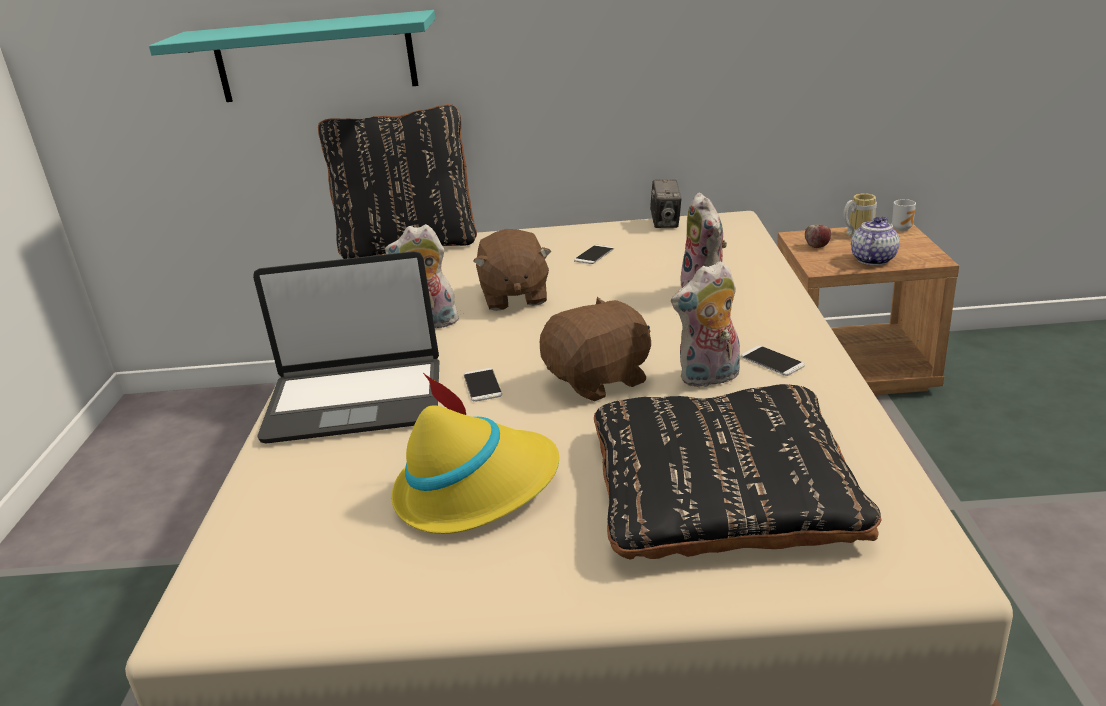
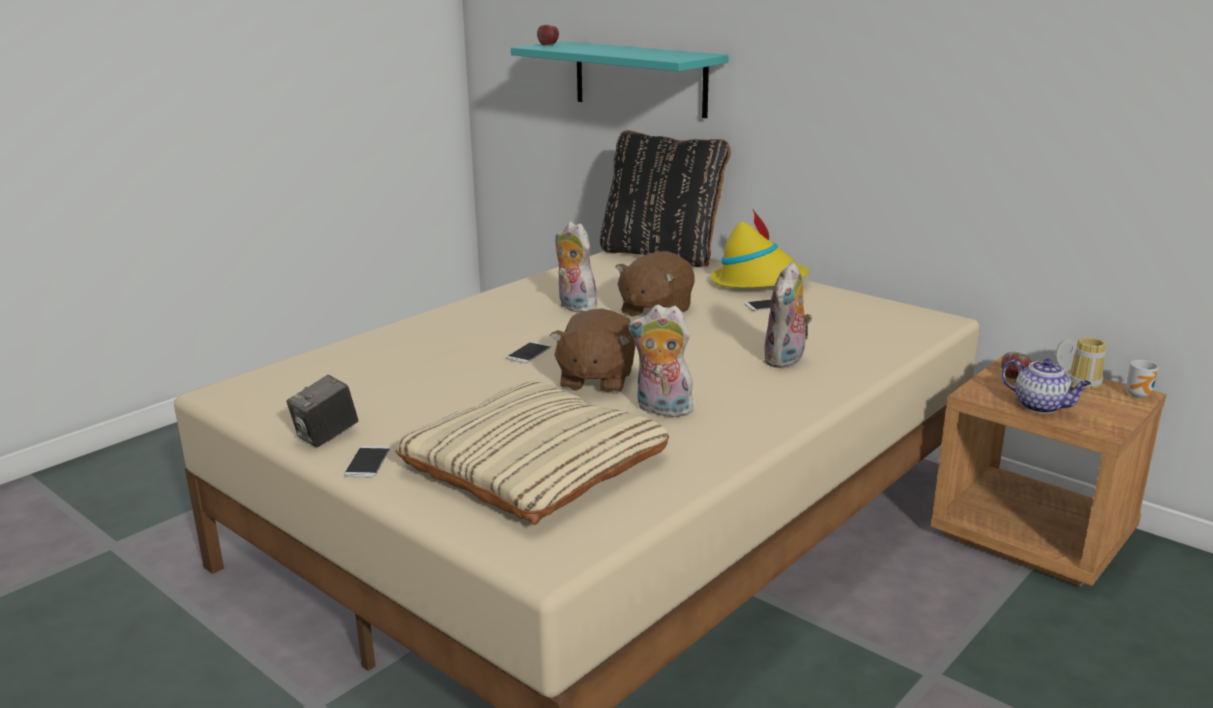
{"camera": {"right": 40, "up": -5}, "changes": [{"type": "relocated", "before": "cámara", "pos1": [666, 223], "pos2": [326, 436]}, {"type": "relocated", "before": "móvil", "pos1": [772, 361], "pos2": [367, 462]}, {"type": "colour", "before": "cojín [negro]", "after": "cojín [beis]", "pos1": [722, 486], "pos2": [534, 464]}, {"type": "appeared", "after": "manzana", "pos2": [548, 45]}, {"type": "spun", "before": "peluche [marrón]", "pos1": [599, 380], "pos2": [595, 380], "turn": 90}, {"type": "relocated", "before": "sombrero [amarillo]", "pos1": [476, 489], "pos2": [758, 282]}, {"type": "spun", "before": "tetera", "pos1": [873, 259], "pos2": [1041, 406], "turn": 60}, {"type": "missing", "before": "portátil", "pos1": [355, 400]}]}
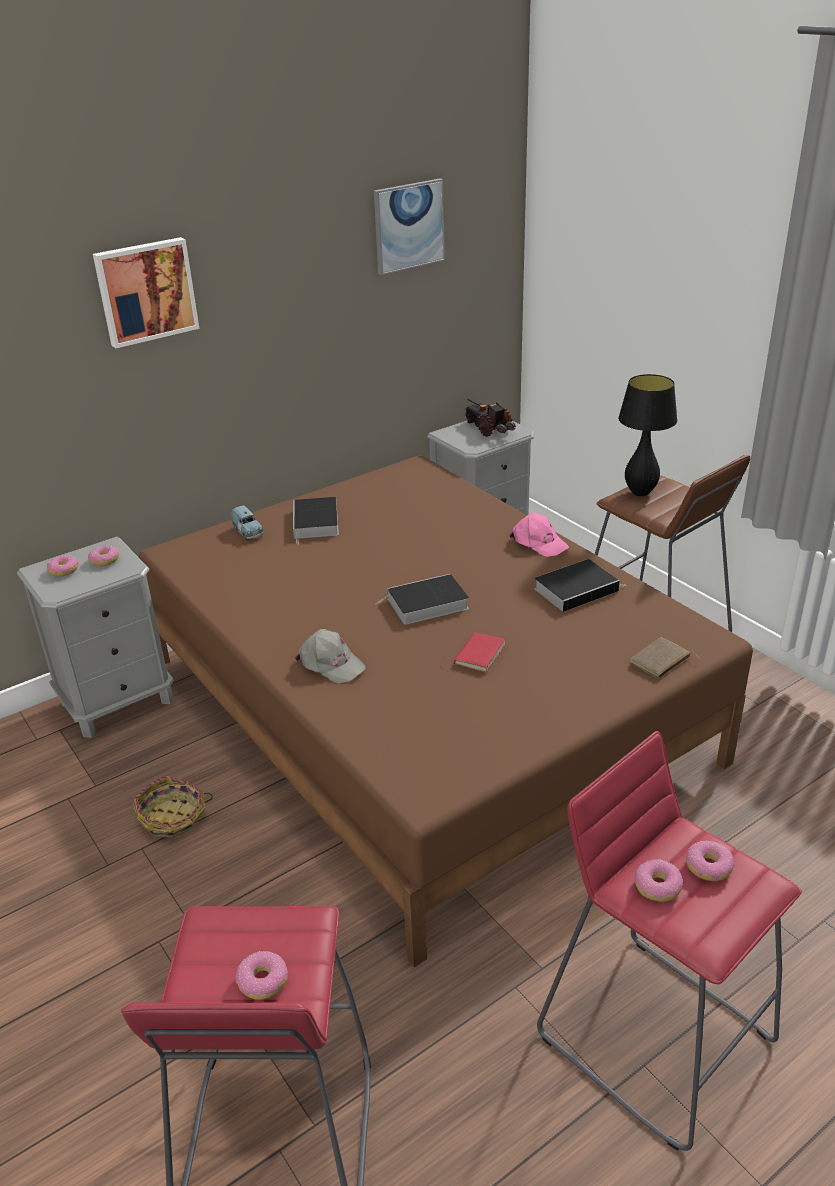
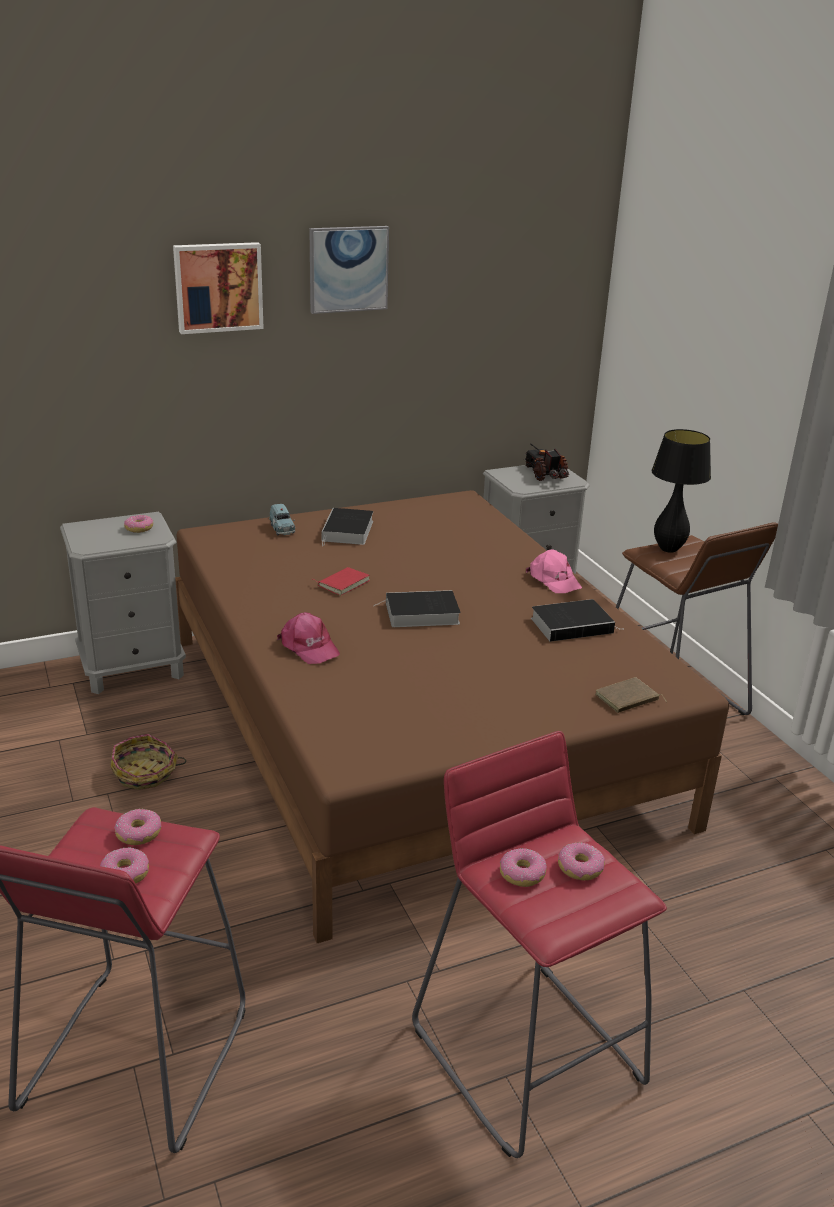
{"camera": {"right": 10, "up": -5}, "changes": [{"type": "relocated", "before": "rosquilla", "pos1": [63, 570], "pos2": [138, 834]}, {"type": "colour", "before": "gorra [gris]", "after": "gorra [rosa]", "pos1": [330, 663], "pos2": [308, 647]}, {"type": "relocated", "before": "cuadro", "pos1": [408, 226], "pos2": [348, 269]}, {"type": "relocated", "before": "libro [rojo]", "pos1": [478, 654], "pos2": [342, 583]}]}
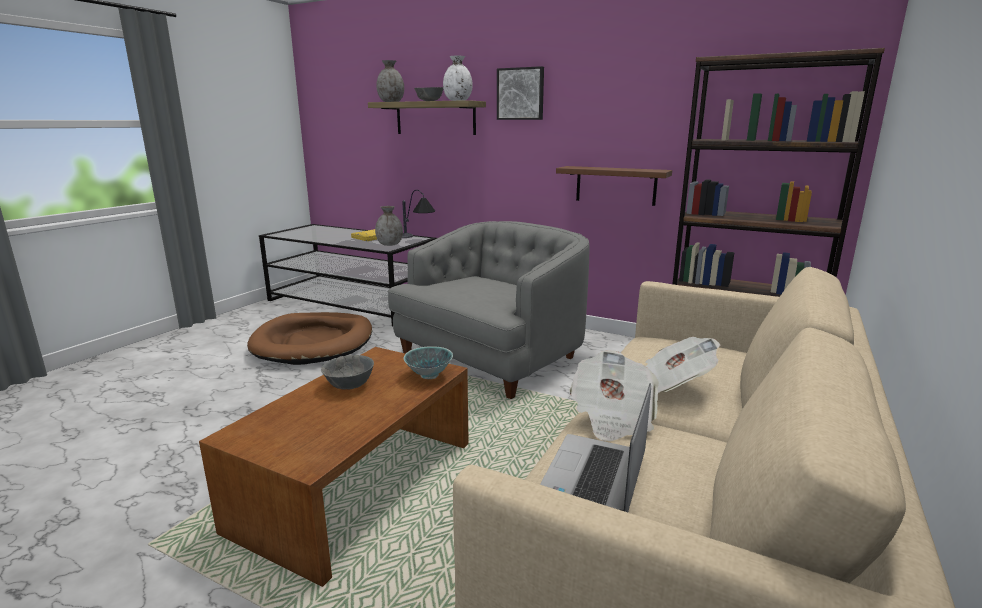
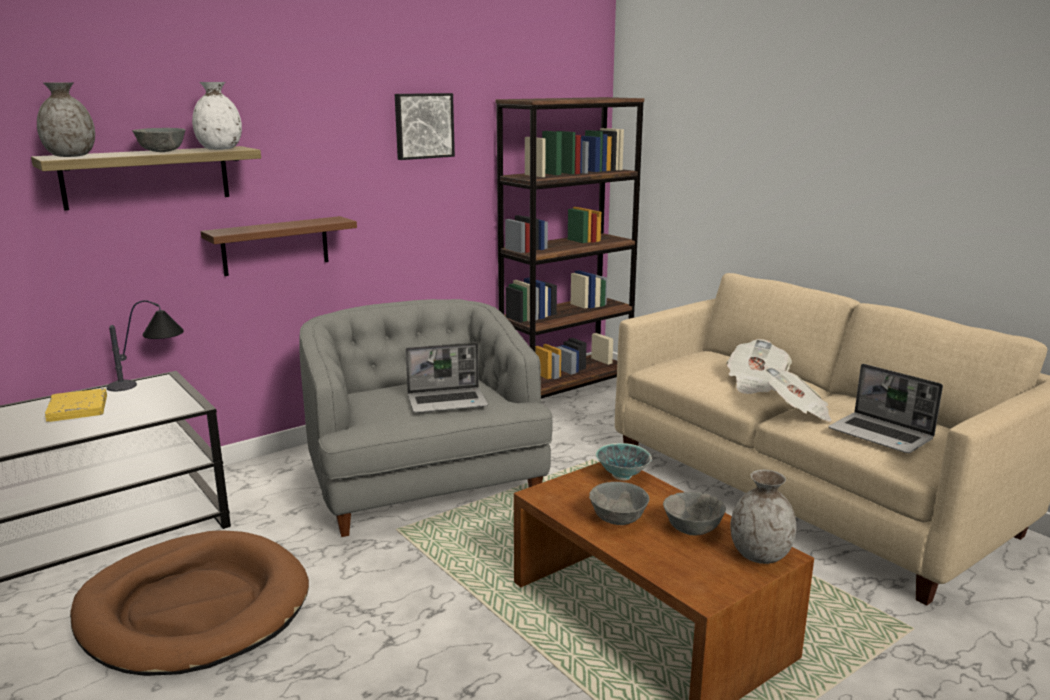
{"camera": {"right": -65, "up": 0}, "changes": [{"type": "relocated", "before": "estante [marrón]", "pos1": [615, 185], "pos2": [275, 246]}, {"type": "relocated", "before": "cuadro", "pos1": [521, 94], "pos2": [423, 126]}, {"type": "appeared", "after": "portátil", "pos2": [448, 401]}, {"type": "appeared", "after": "cuenco [gris]", "pos2": [692, 529]}, {"type": "relocated", "before": "florero [gris]", "pos1": [390, 244], "pos2": [760, 555]}]}
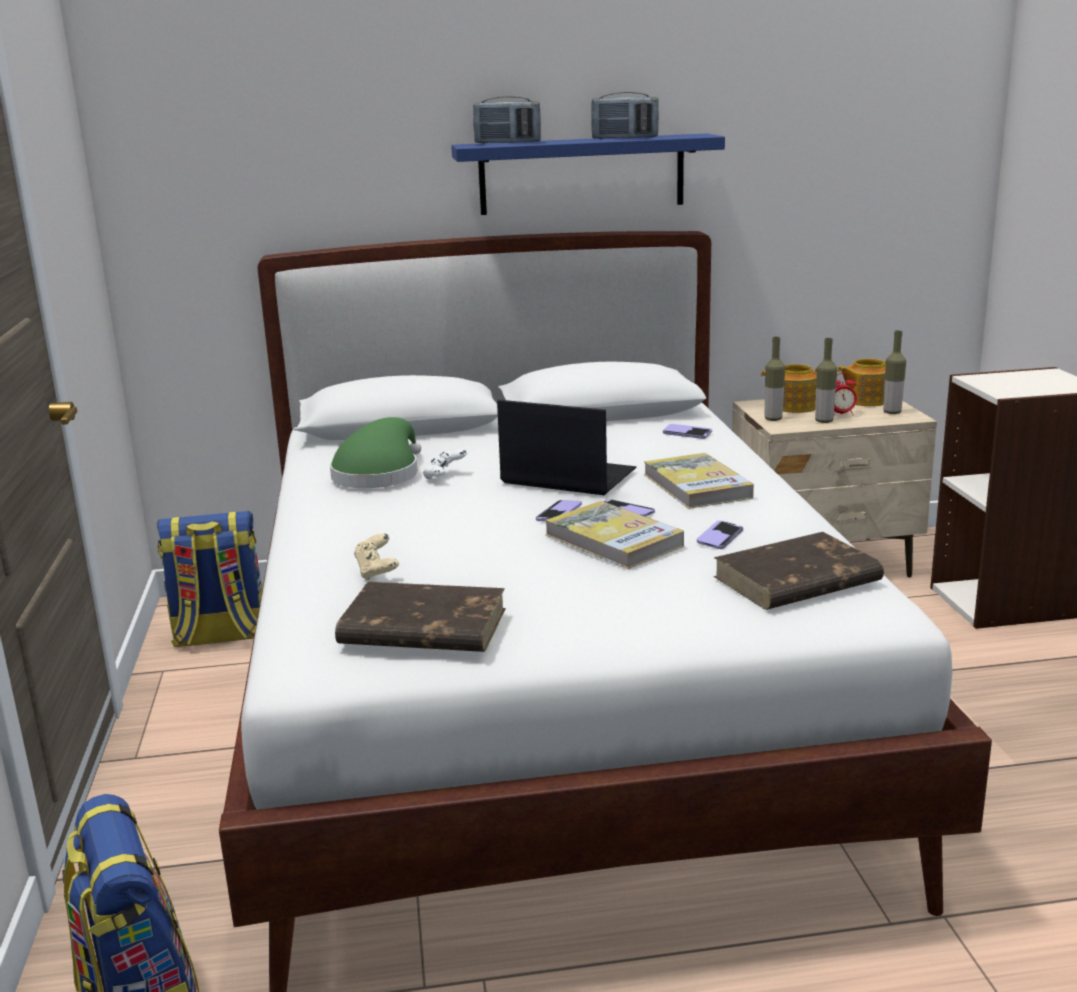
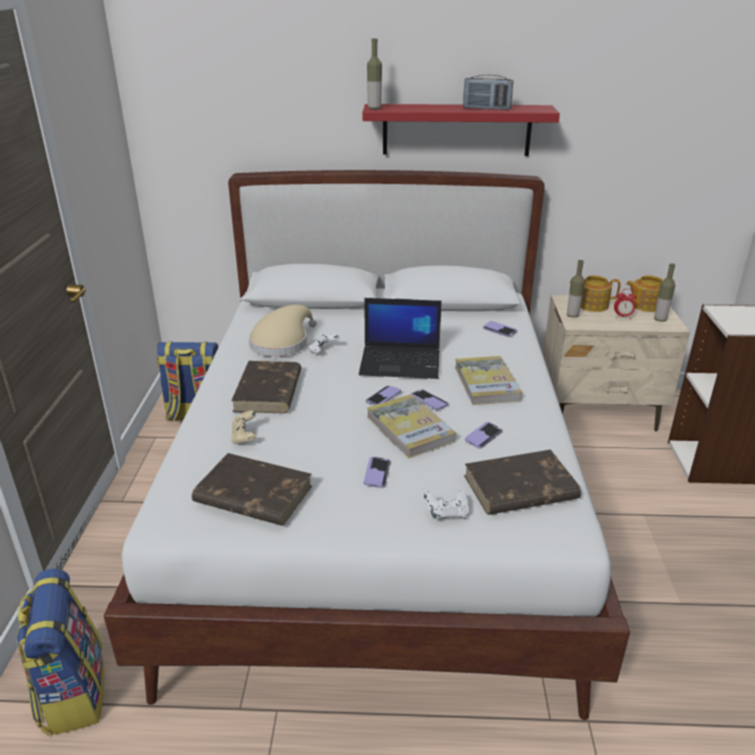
{"camera": {"right": 10, "up": 10}, "changes": [{"type": "appeared", "after": "libro [marrón]", "pos2": [268, 391]}, {"type": "colour", "before": "sombrero [verde]", "after": "sombrero [beis]", "pos1": [379, 474], "pos2": [282, 343]}, {"type": "spun", "before": "portátil", "pos1": [566, 477], "pos2": [401, 363], "turn": 150}, {"type": "colour", "before": "estante [azul]", "after": "estante [rojo]", "pos1": [582, 174], "pos2": [456, 130]}, {"type": "appeared", "after": "móvil", "pos2": [377, 473]}, {"type": "relocated", "before": "botella", "pos1": [824, 421], "pos2": [374, 109]}, {"type": "appeared", "after": "mando de consola [blanco]", "pos2": [447, 514]}, {"type": "missing", "before": "radio", "pos1": [507, 143]}]}
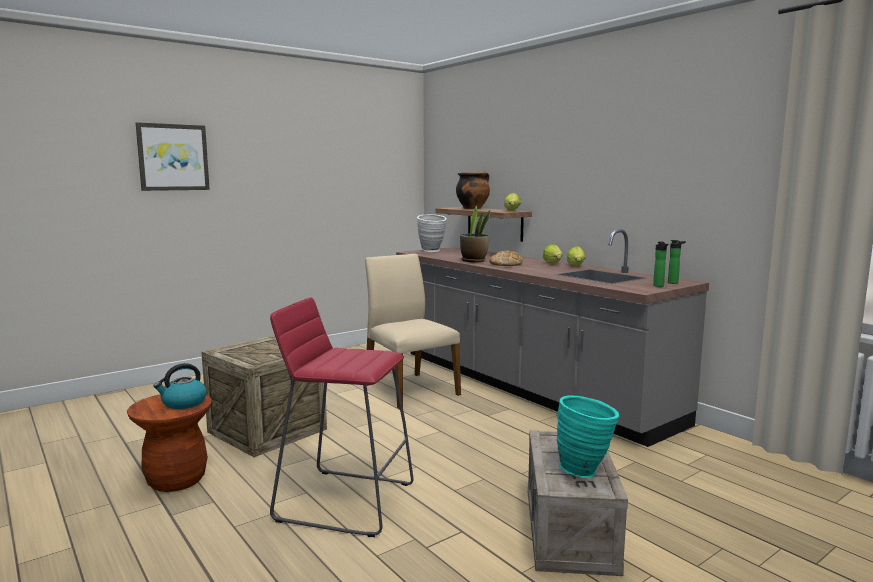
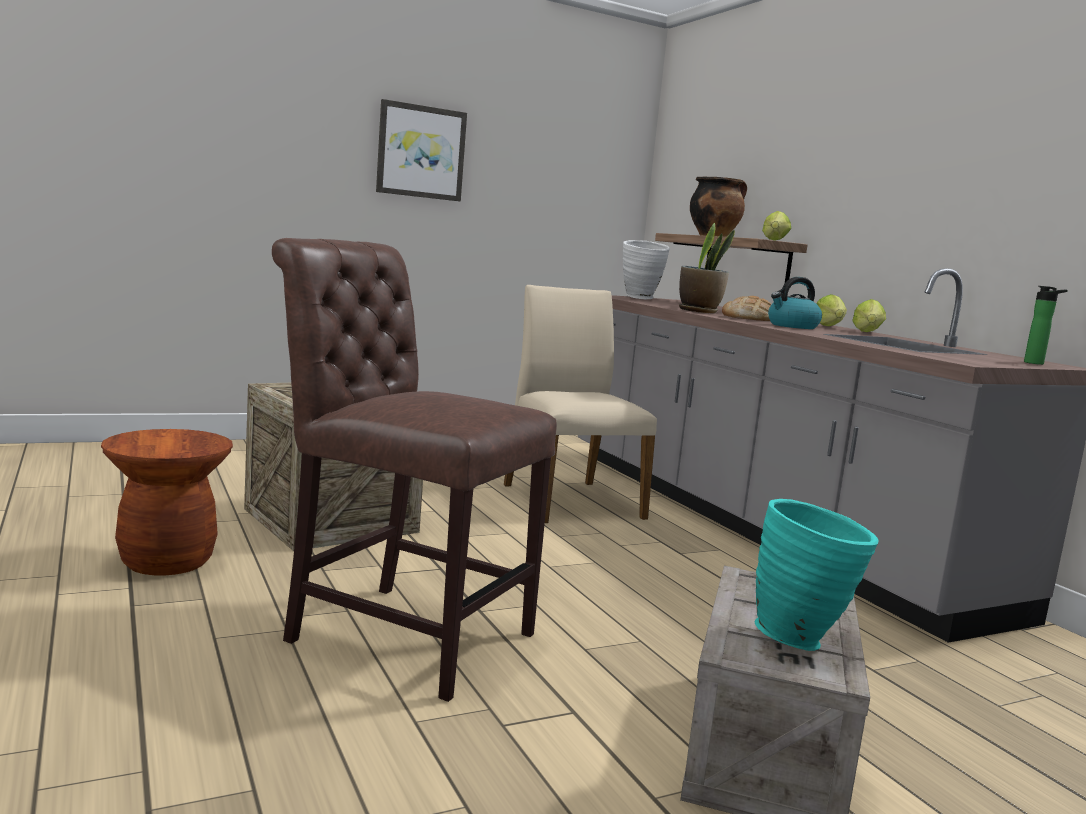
{"camera": {"right": 10, "up": 0}, "changes": [{"type": "exchanged", "before": "taburete [rojo]", "after": "silla [marrón]", "pos1": [345, 501], "pos2": [401, 633]}, {"type": "relocated", "before": "cuadro", "pos1": [173, 157], "pos2": [421, 152]}, {"type": "relocated", "before": "hervidor", "pos1": [183, 403], "pos2": [792, 326]}, {"type": "missing", "before": "botella", "pos1": [659, 286]}]}
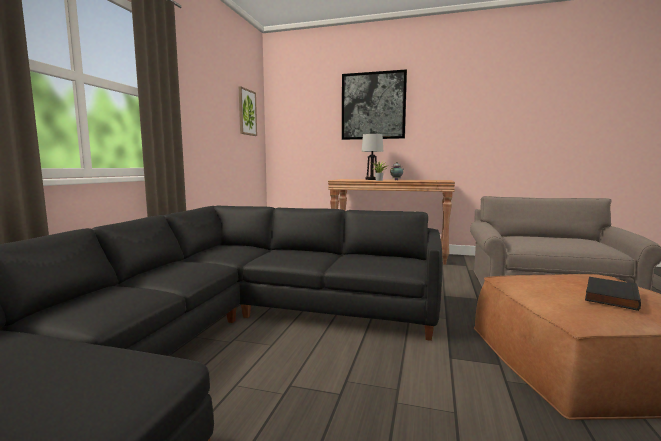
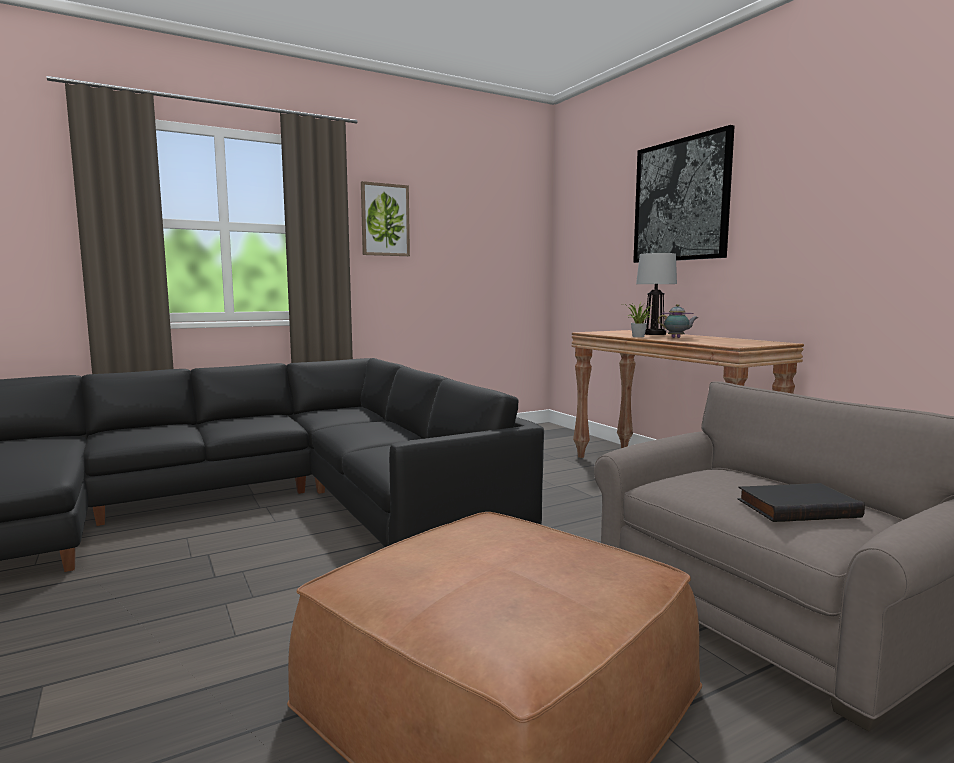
{"camera": {"right": 45, "up": 0}, "changes": [{"type": "relocated", "before": "cuadro", "pos1": [247, 112], "pos2": [385, 220]}, {"type": "relocated", "before": "libro [negro]", "pos1": [609, 296], "pos2": [797, 507]}]}
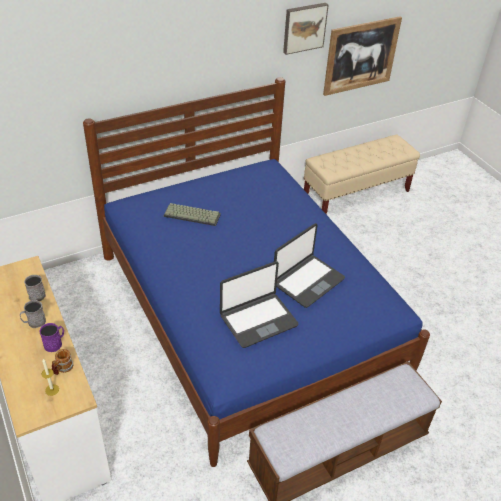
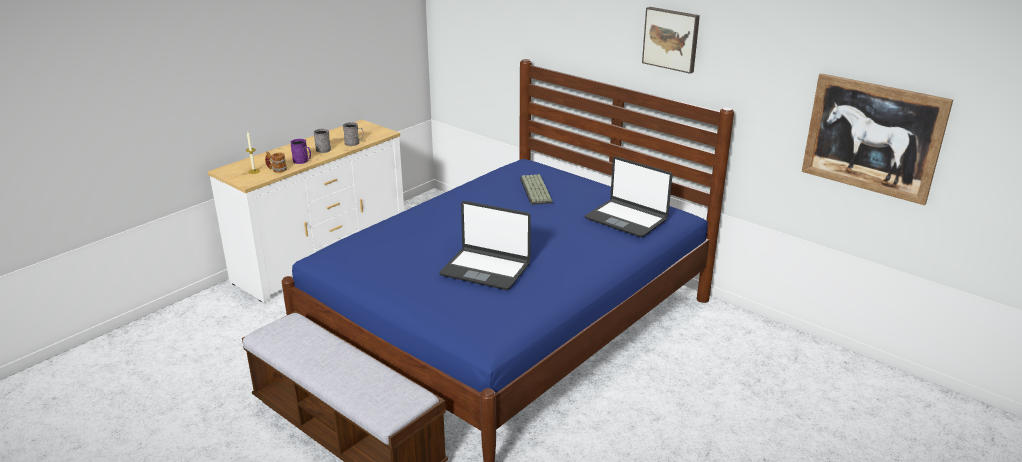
{"camera": {"right": 70, "up": -15}, "changes": [{"type": "relocated", "before": "portátil", "pos1": [258, 320], "pos2": [626, 219]}, {"type": "relocated", "before": "cuadro", "pos1": [304, 27], "pos2": [671, 39]}, {"type": "missing", "before": "banco [beis]", "pos1": [356, 194]}]}
